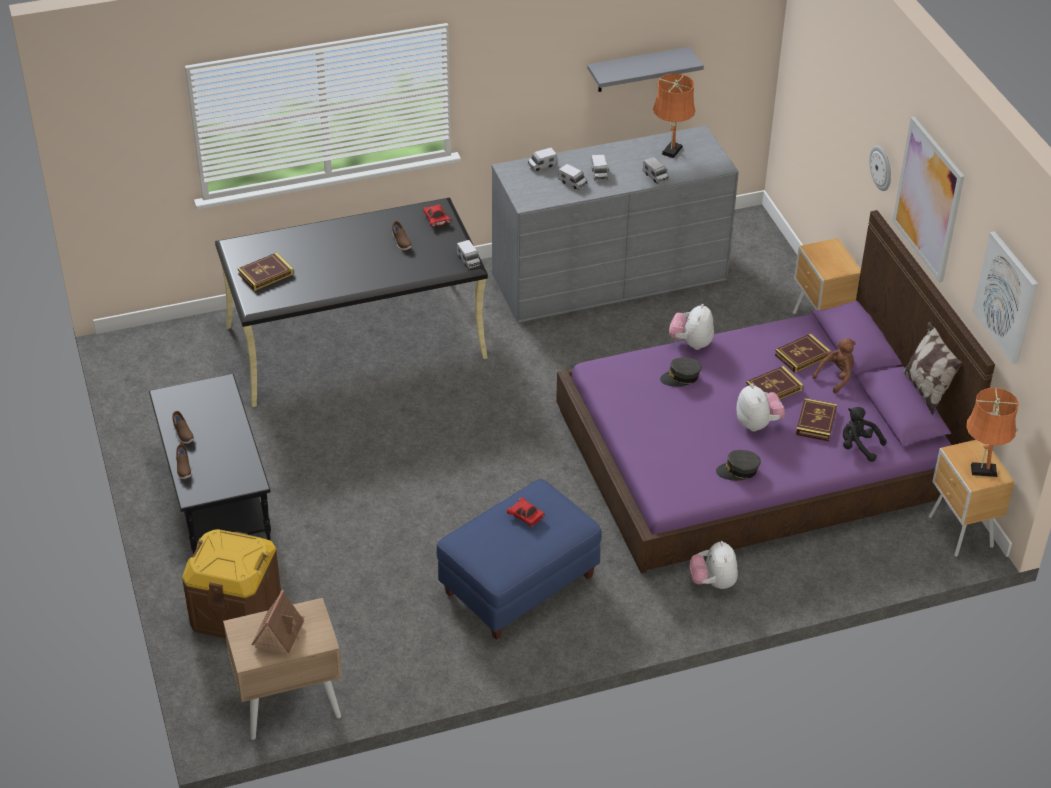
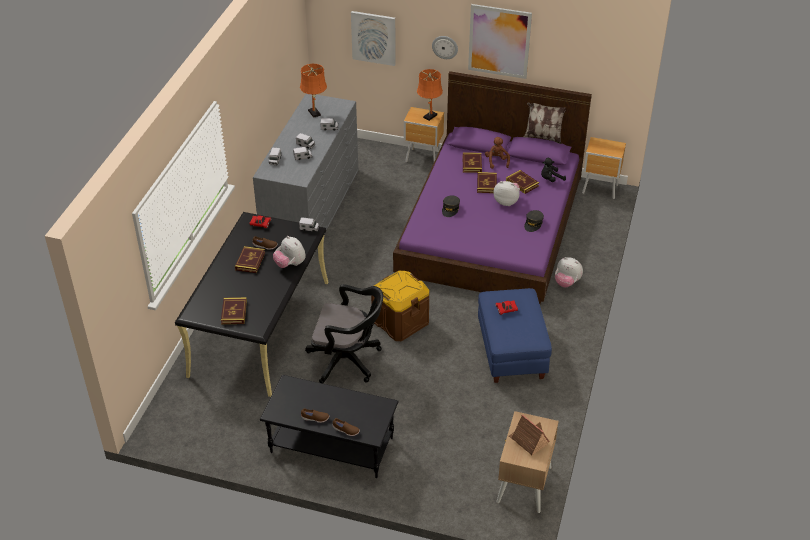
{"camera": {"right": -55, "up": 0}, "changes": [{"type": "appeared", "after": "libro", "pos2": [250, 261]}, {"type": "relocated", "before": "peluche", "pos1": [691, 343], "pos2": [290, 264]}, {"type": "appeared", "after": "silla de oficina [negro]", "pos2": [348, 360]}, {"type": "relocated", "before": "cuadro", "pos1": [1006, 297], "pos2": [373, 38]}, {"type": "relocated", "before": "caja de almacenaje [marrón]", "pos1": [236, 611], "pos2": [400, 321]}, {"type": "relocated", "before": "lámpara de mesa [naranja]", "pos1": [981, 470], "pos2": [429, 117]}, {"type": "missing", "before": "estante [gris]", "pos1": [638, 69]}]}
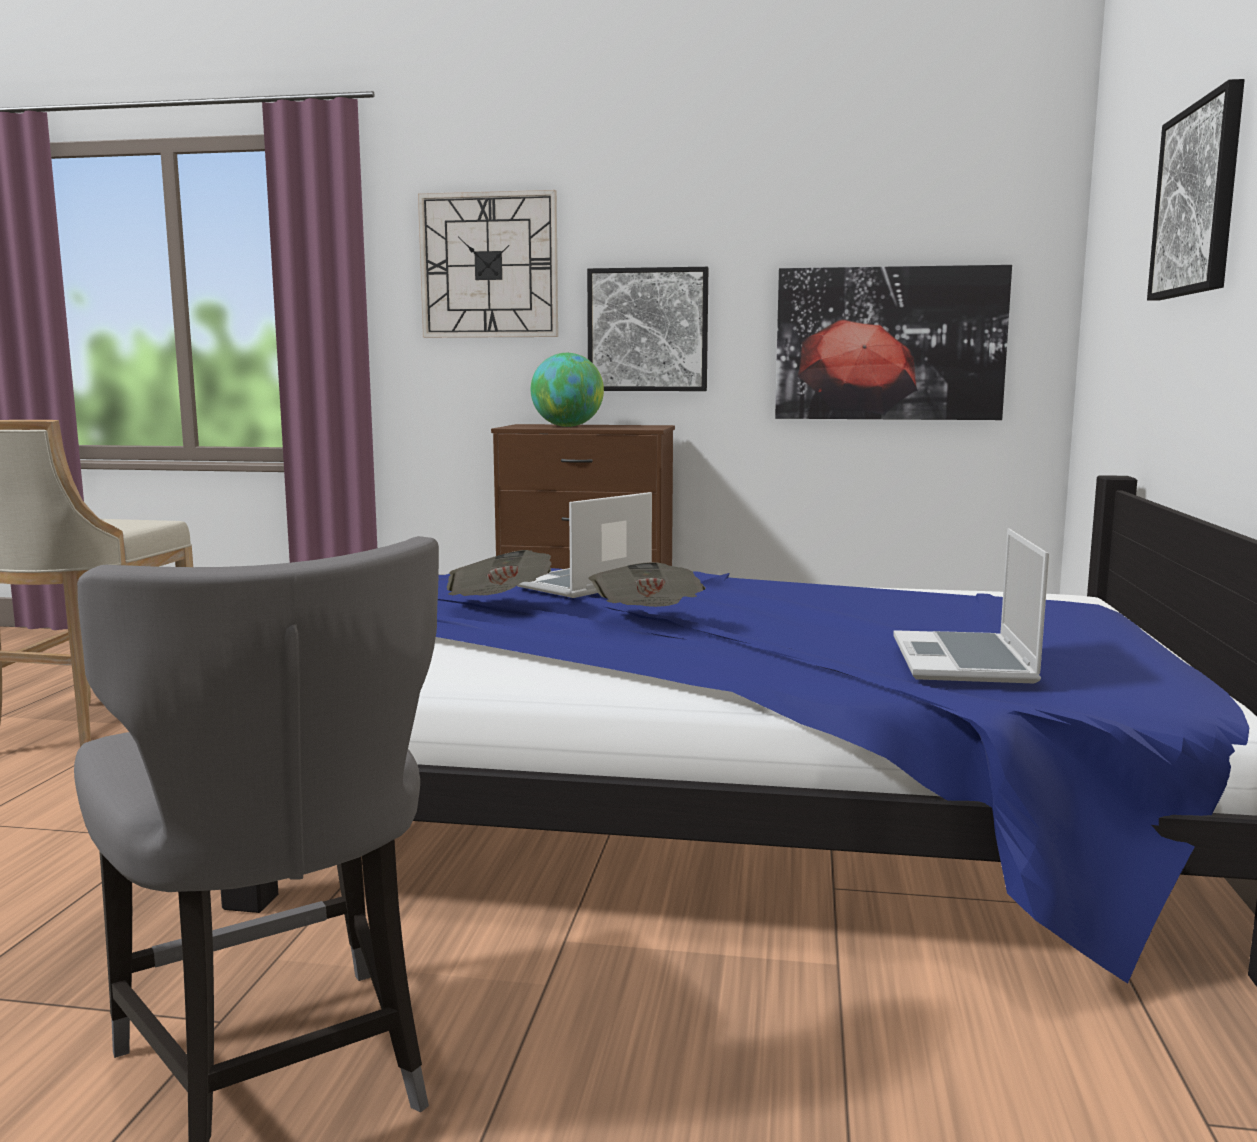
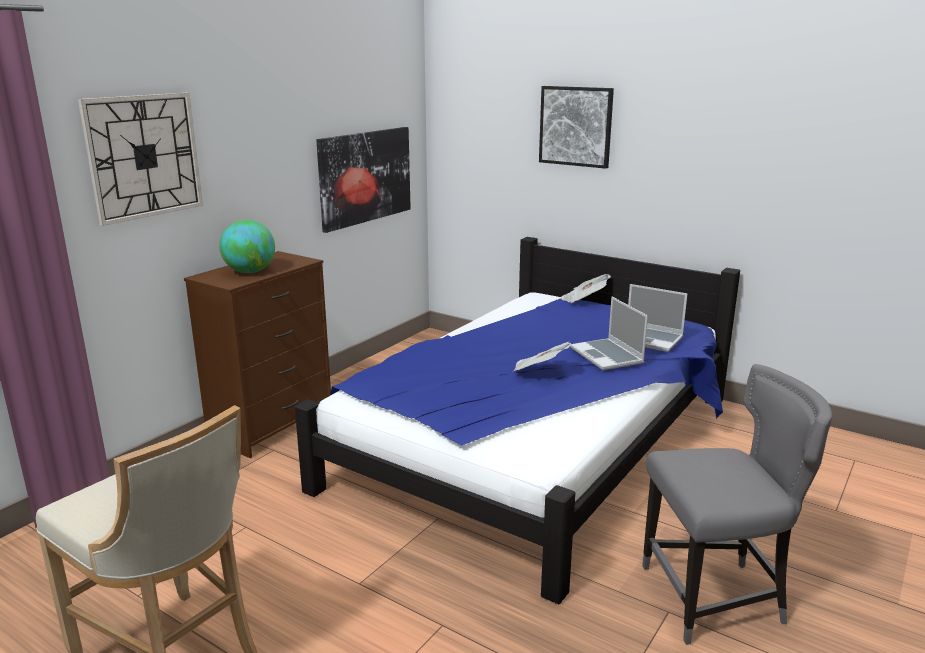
{"camera": {"right": -65, "up": 10}, "changes": [{"type": "relocated", "before": "periódico", "pos1": [499, 605], "pos2": [584, 300]}, {"type": "relocated", "before": "portátil", "pos1": [584, 585], "pos2": [608, 356]}, {"type": "missing", "before": "cuadro", "pos1": [647, 330]}]}
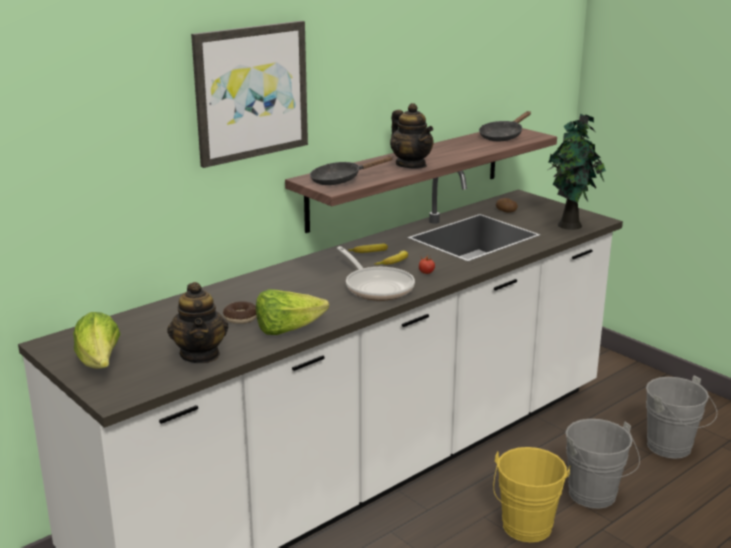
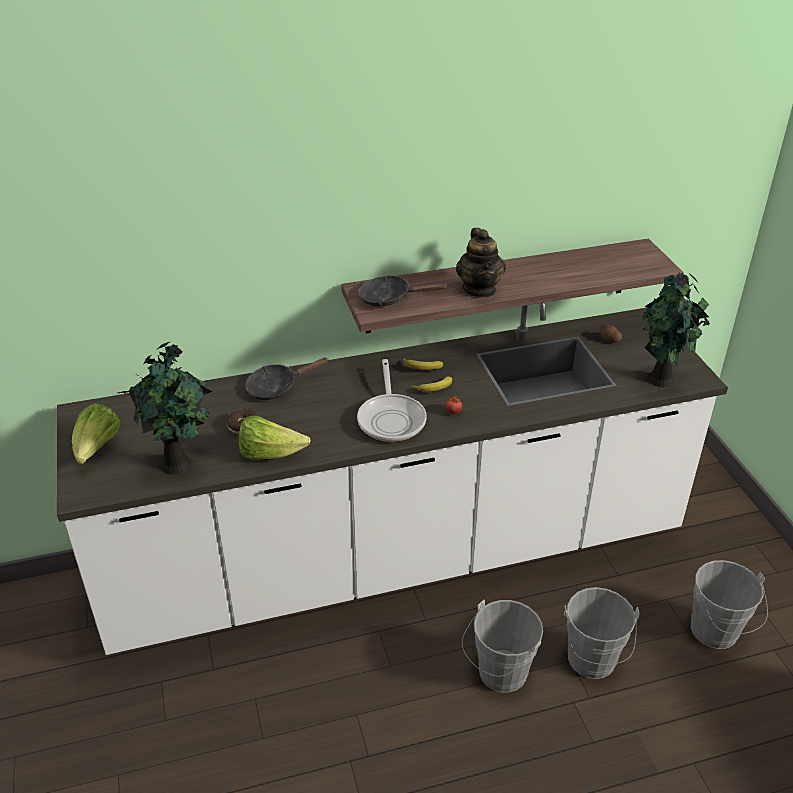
{"camera": {"right": 25, "up": 15}, "changes": [{"type": "exchanged", "before": "tetera", "after": "planta en maceta", "pos1": [200, 354], "pos2": [178, 463]}, {"type": "relocated", "before": "sartén [negro]", "pos1": [503, 136], "pos2": [277, 387]}, {"type": "colour", "before": "cubo [amarillo]", "after": "cubo [gris]", "pos1": [525, 530], "pos2": [499, 675]}, {"type": "missing", "before": "cuadro", "pos1": [250, 92]}]}
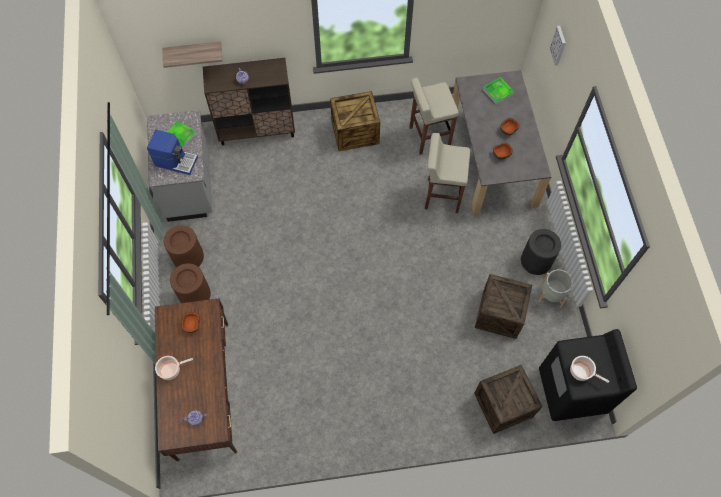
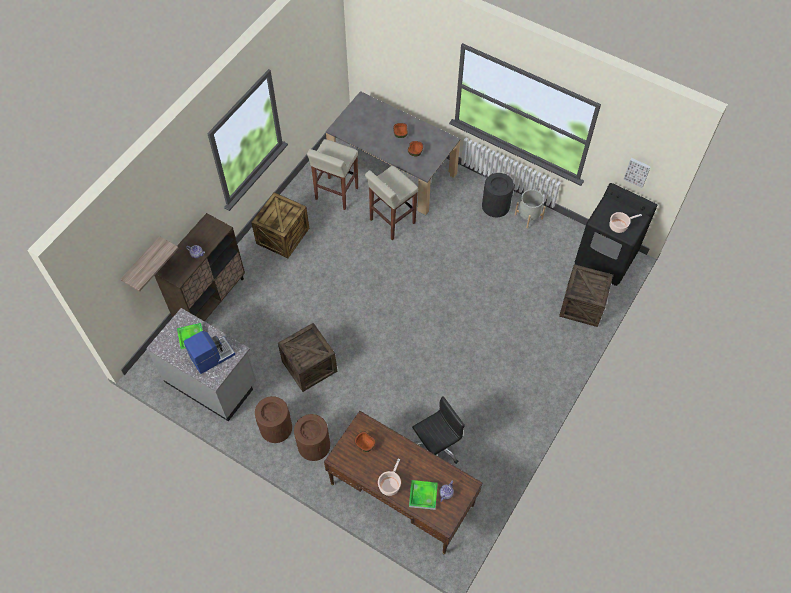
{"camera": {"right": -50, "up": -5}, "changes": [{"type": "relocated", "before": "caja de embalaje", "pos1": [499, 314], "pos2": [309, 366]}, {"type": "relocated", "before": "bandeja", "pos1": [498, 92], "pos2": [423, 495]}, {"type": "appeared", "after": "silla de oficina [negro]", "pos2": [436, 447]}, {"type": "relocated", "before": "cuadro", "pos1": [559, 45], "pos2": [637, 171]}]}
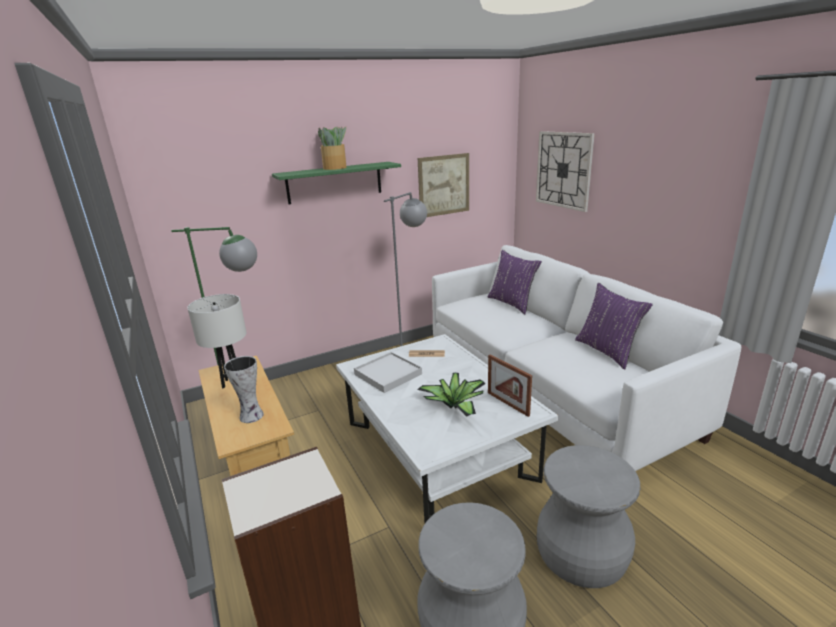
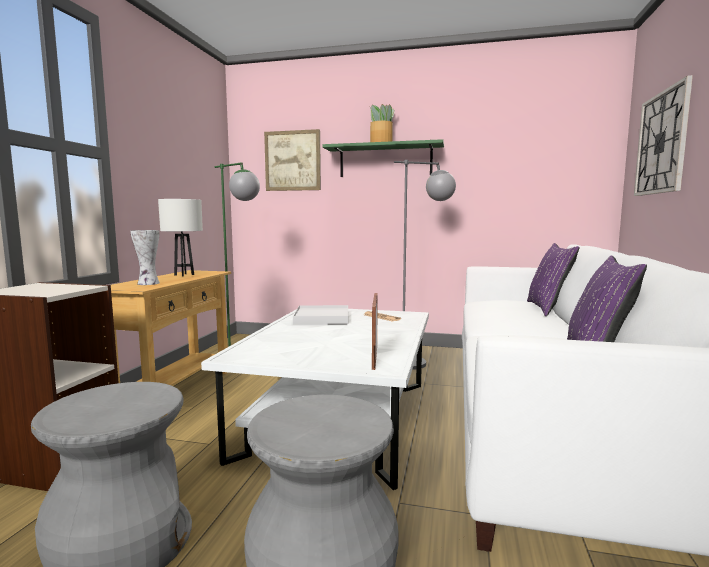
{"camera": {"right": 40, "up": -15}, "changes": [{"type": "relocated", "before": "cuadro", "pos1": [444, 185], "pos2": [292, 161]}, {"type": "missing", "before": "planta en maceta", "pos1": [455, 406]}]}
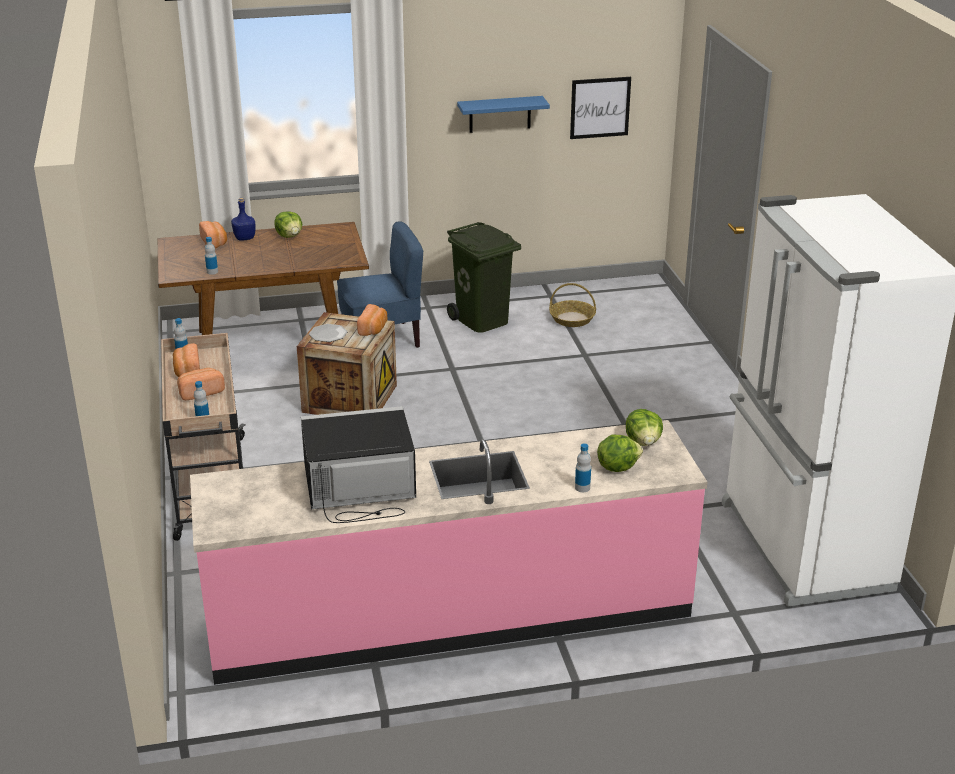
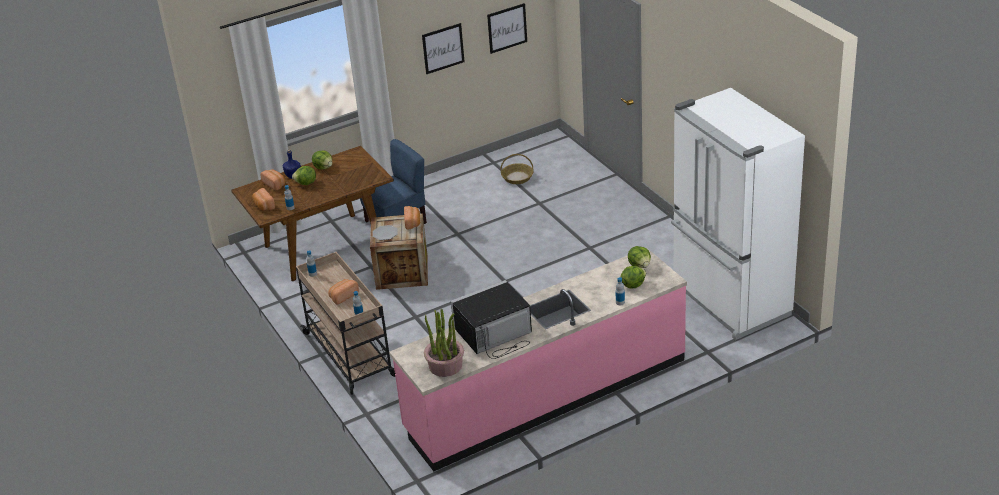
{"camera": {"right": -15, "up": 5}, "changes": [{"type": "relocated", "before": "pan", "pos1": [187, 371], "pos2": [263, 206]}, {"type": "appeared", "after": "lechuga", "pos2": [306, 183]}, {"type": "exchanged", "before": "estante [azul]", "after": "cuadro", "pos1": [500, 114], "pos2": [443, 48]}, {"type": "appeared", "after": "planta en maceta", "pos2": [445, 366]}, {"type": "missing", "before": "papelera [verde]", "pos1": [481, 320]}]}
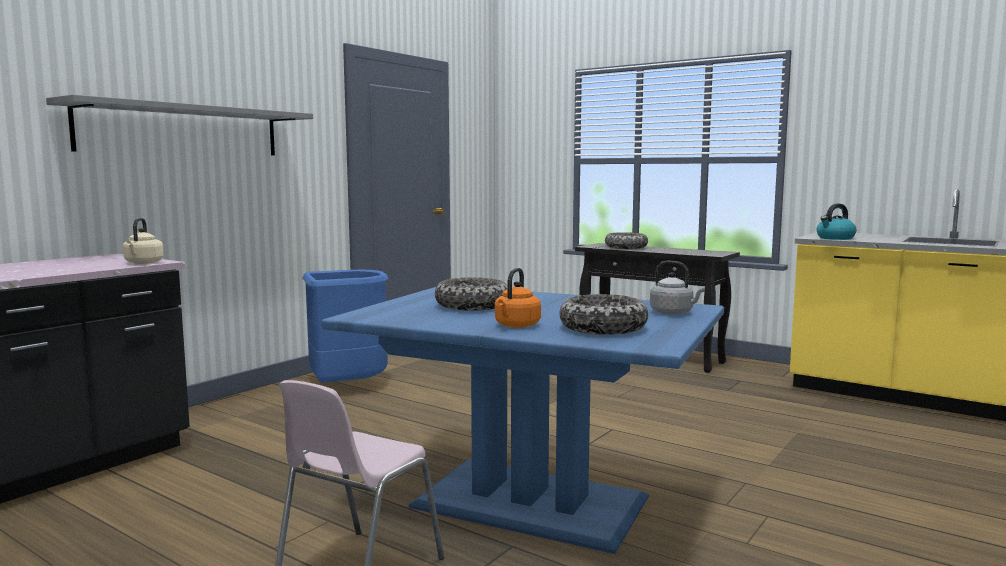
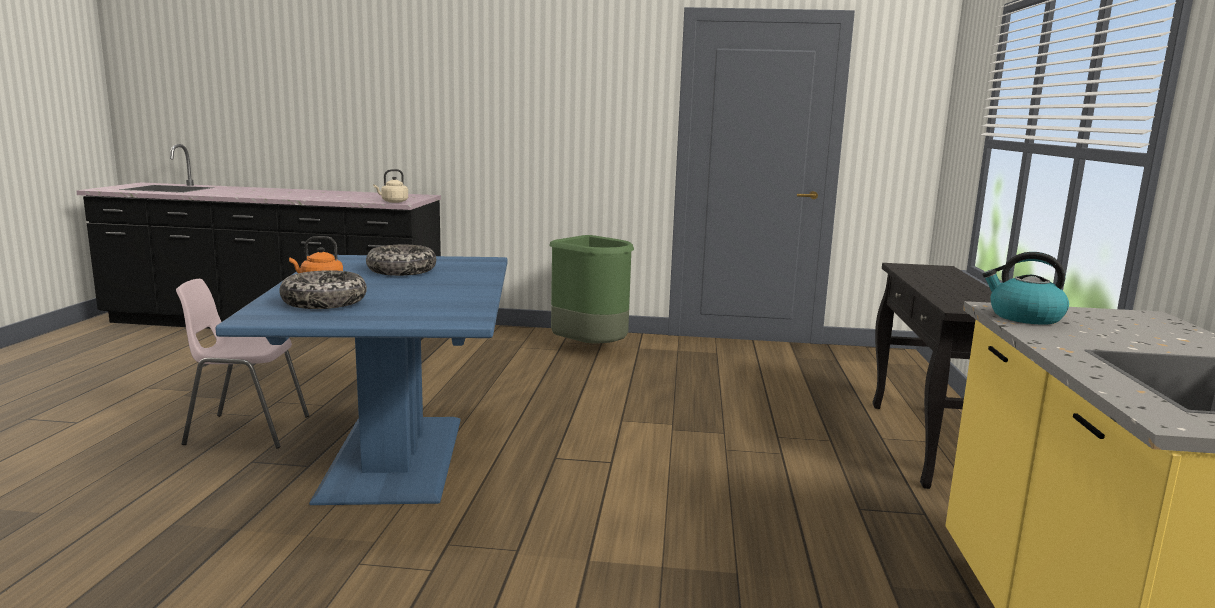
{"camera": {"right": 60, "up": 5}, "changes": [{"type": "colour", "before": "papelera [azul]", "after": "papelera [verde]", "pos1": [347, 387], "pos2": [591, 349]}, {"type": "missing", "before": "estante [gris]", "pos1": [183, 130]}, {"type": "missing", "before": "cuenco", "pos1": [626, 247]}, {"type": "missing", "before": "hervidor [gris]", "pos1": [673, 313]}]}
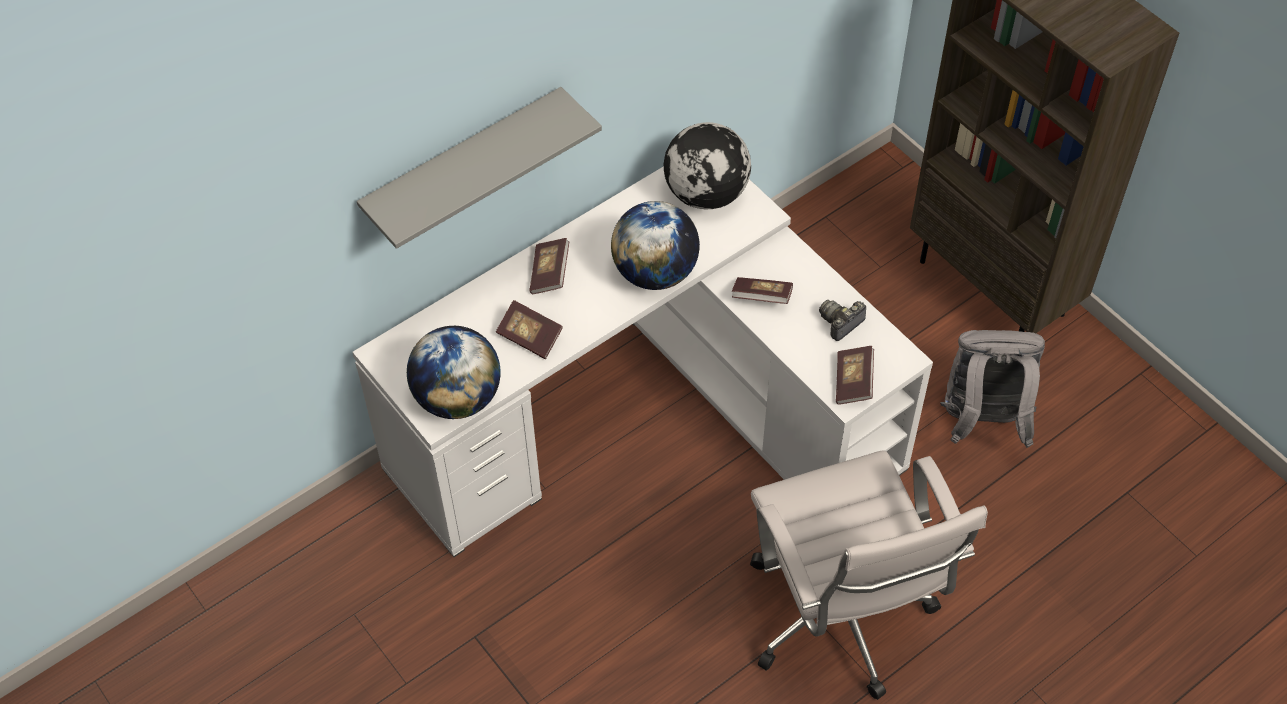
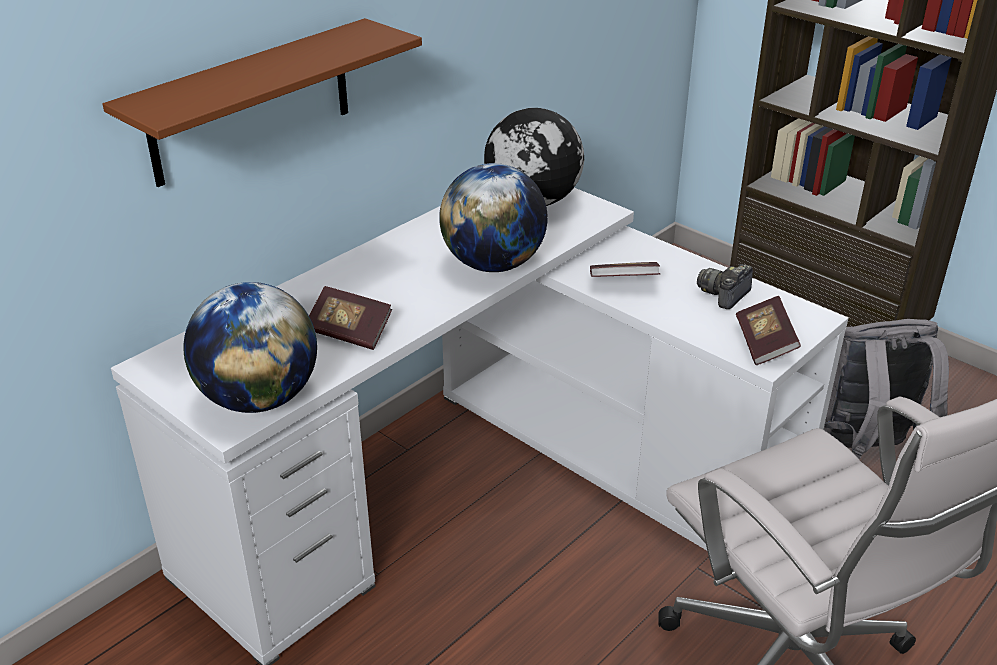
{"camera": {"right": -10, "up": -20}, "changes": [{"type": "colour", "before": "estante [gris]", "after": "estante [marrón]", "pos1": [464, 167], "pos2": [251, 102]}, {"type": "missing", "before": "libro", "pos1": [549, 274]}]}
